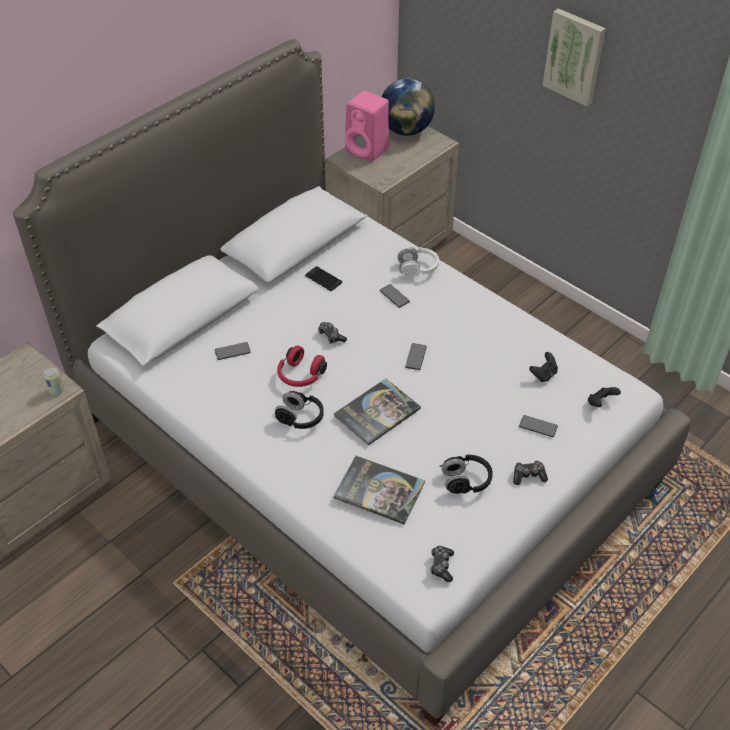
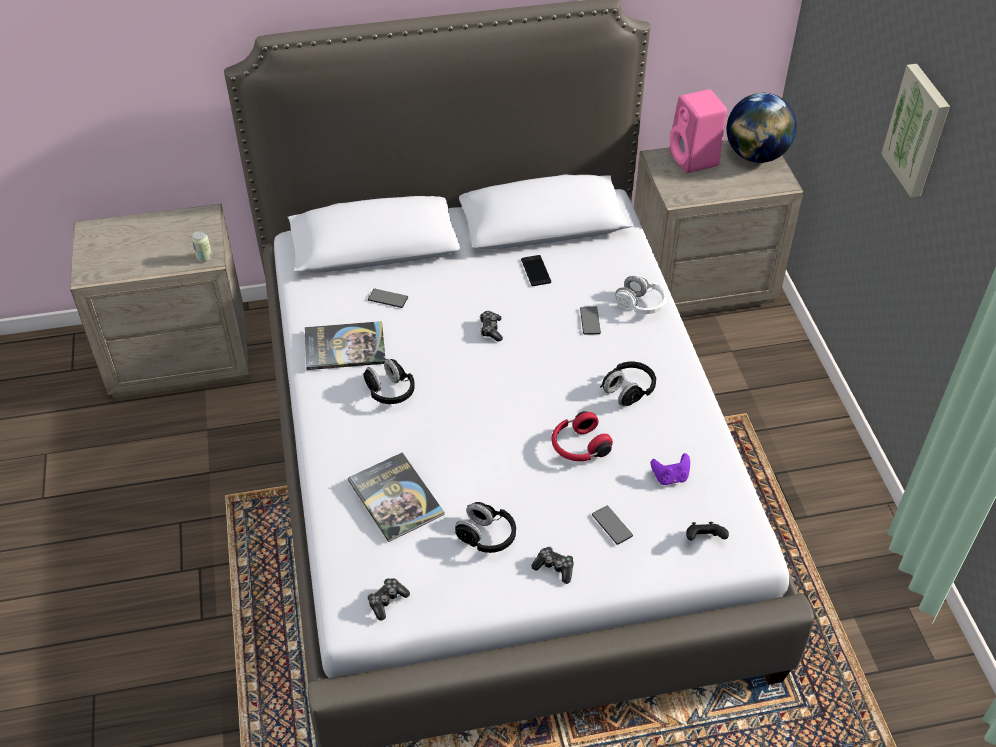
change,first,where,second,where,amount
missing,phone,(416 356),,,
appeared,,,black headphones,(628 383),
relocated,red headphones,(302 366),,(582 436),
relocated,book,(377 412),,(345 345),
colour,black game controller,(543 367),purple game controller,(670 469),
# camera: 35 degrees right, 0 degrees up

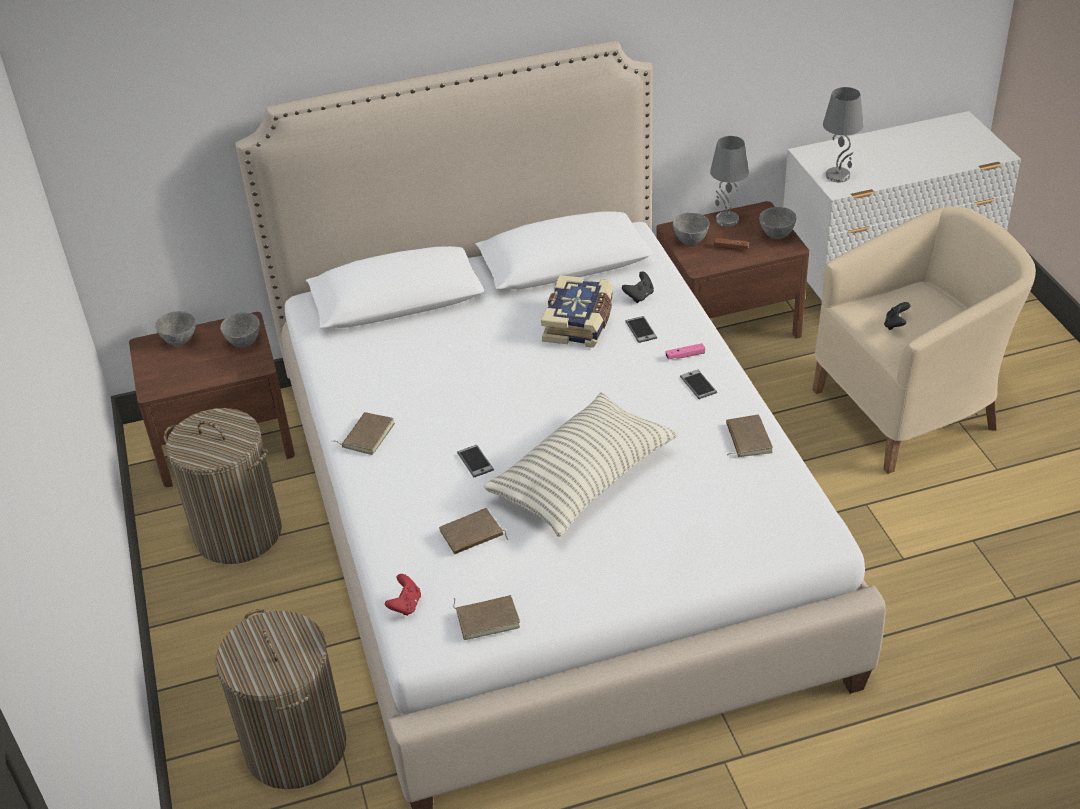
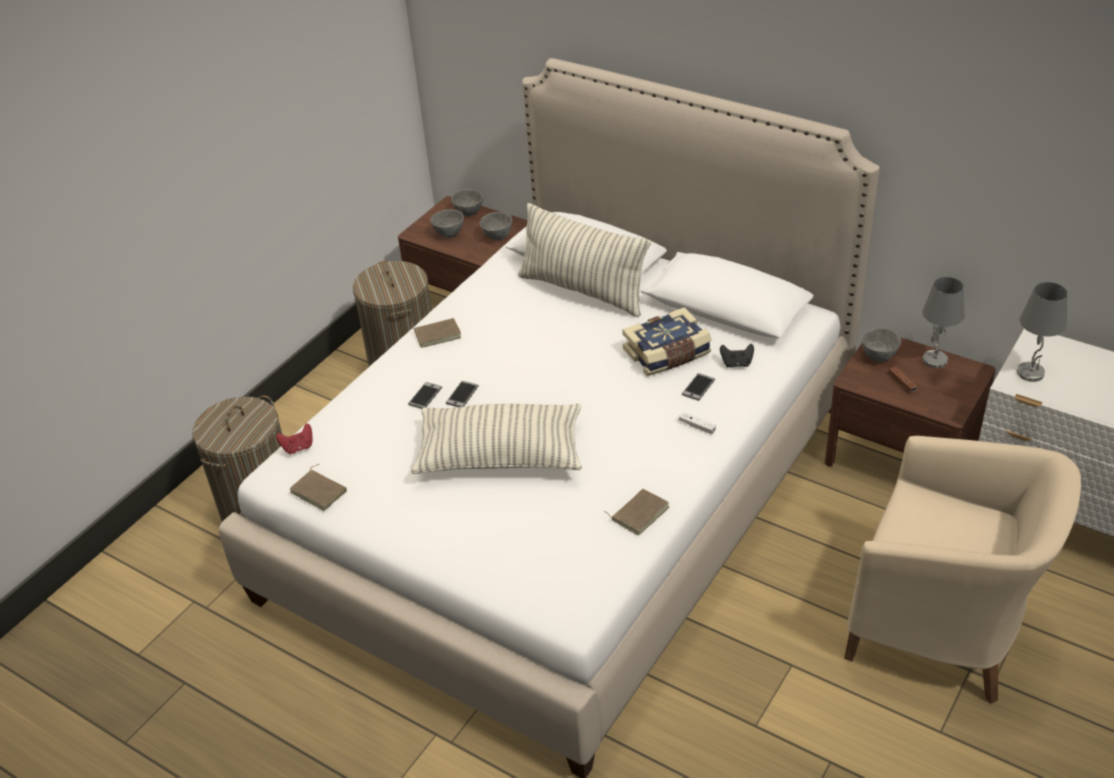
change,first,where,second,where,amount
missing,brown book,(473 531),,,
missing,black game controller,(897 316),,,
appeared,,,pillow,(584 260),
relocated,phone,(698 384),,(425 395),
relocated,grey bowl,(777 223),,(447 223),
colour,pink game controller,(685 351),white game controller,(697 423),
# camera: 50 degrees right, 0 degrees up

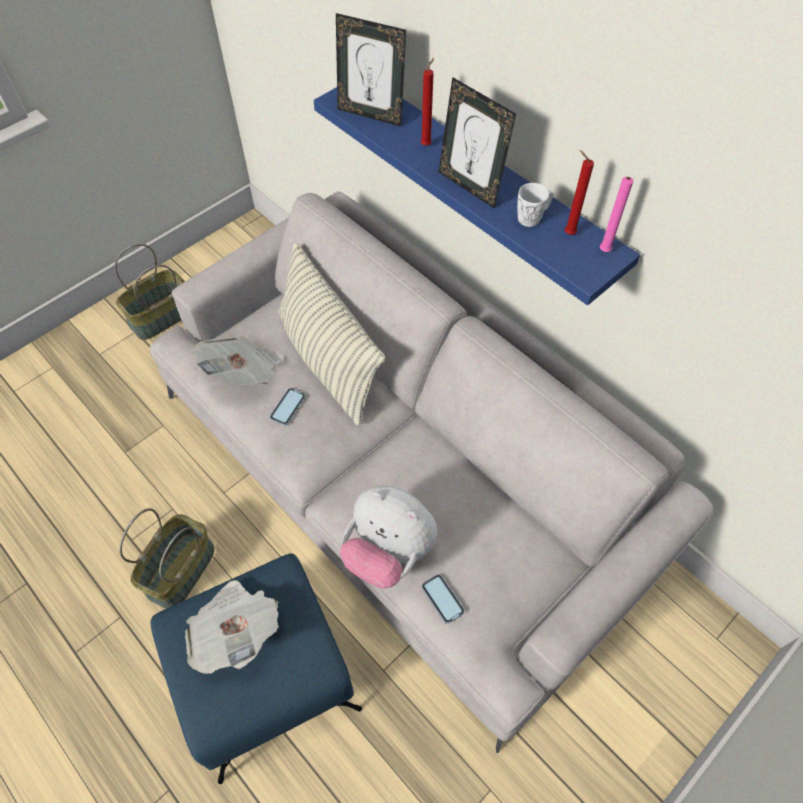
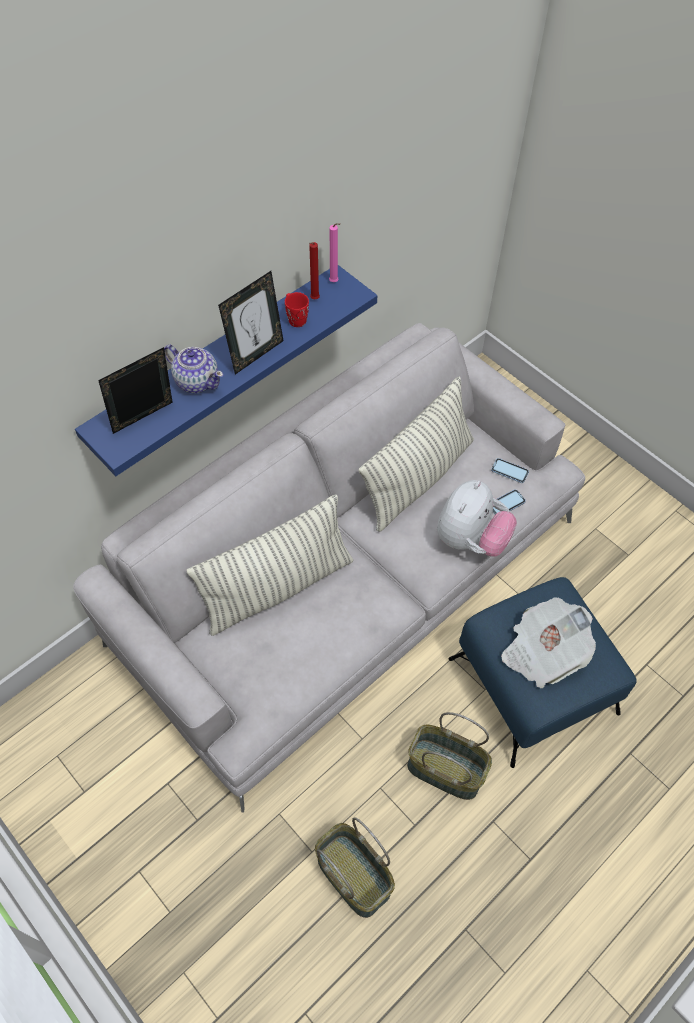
change,first,where,second,where,amount
missing,newspaper,(238 361),,,
appeared,,,pillow,(416 454),
relocated,basket,(150 292),,(355 867),
relocated,phone,(288 407),,(510 470),
exchanged,red candle,(427 102),teapot,(194 369),
colour,white mug,(535 205),red mug,(297 309),
spun,picture frame,(371 69),,(135 390),150 degrees counterclockwise
# camera: 90 degrees left, 0 degrees up

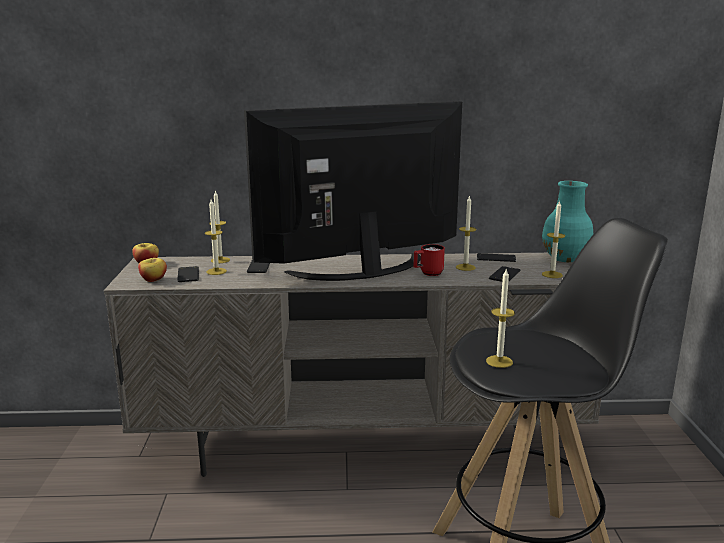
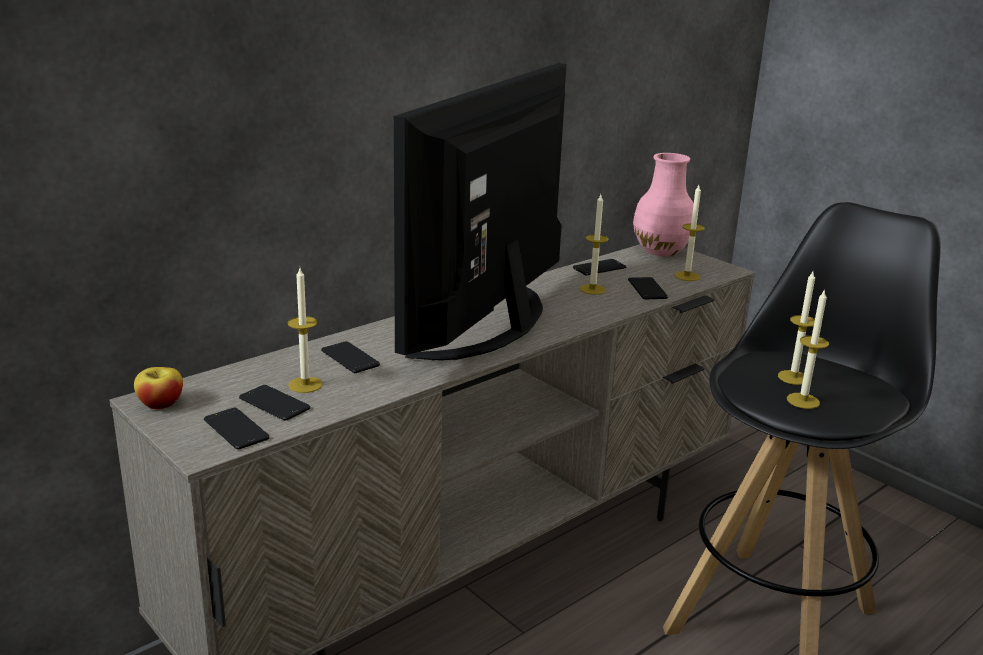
change,first,where,second,where,amount
missing,red mug,(429 260),,,
relocated,candle,(219 226),,(796 328),
exchanged,apple,(152 270),phone,(237 428),
colour,turquoise vase,(567 221),pink vase,(663 205),
# camera: 40 degrees left, 5 degrees up

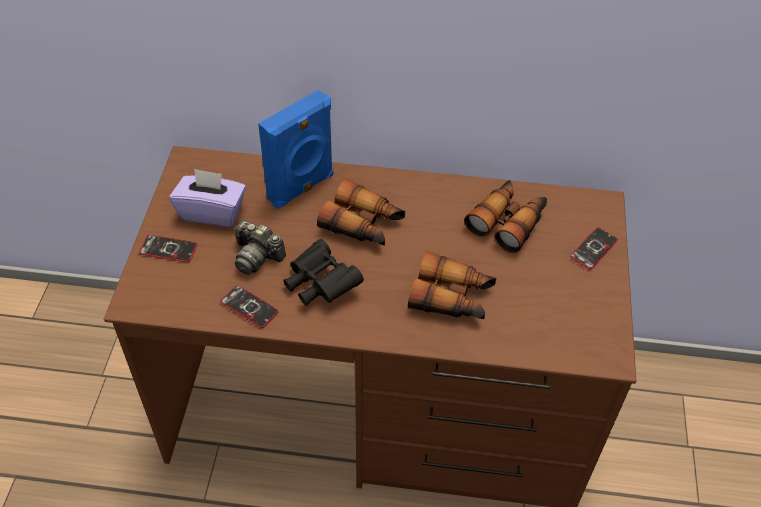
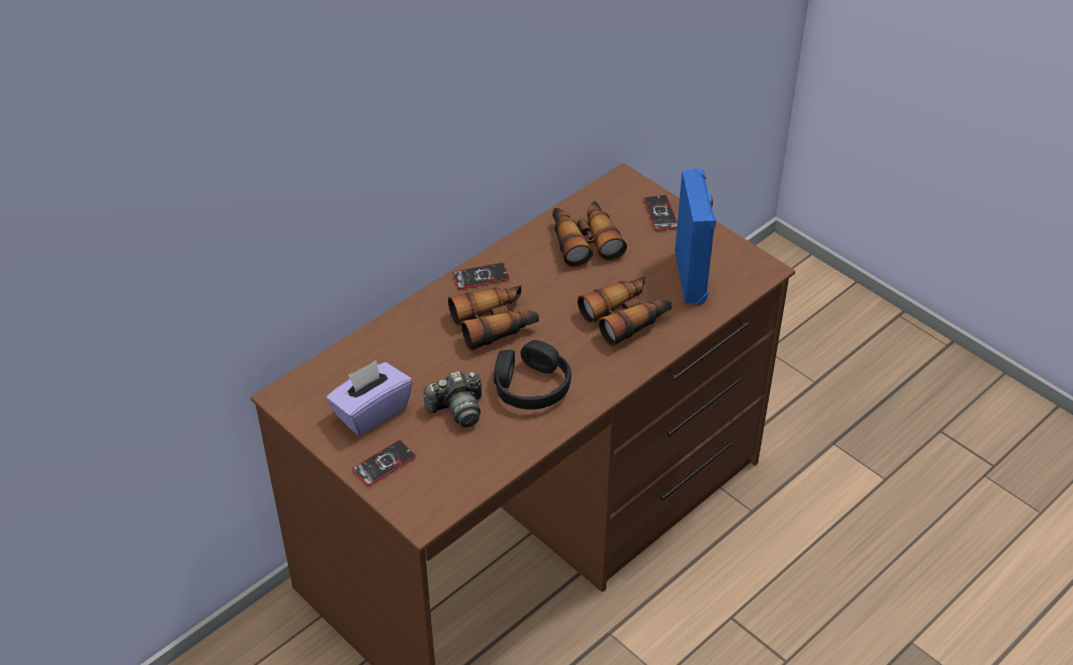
change,first,where,second,where,amount
relocated,phone,(249 306),,(481 275),
relocated,blue speaker,(295 149),,(695 236),
exchanged,black binoculars,(323 272),black headphones,(532 375),
# camera: 50 degrees left, 5 degrees down

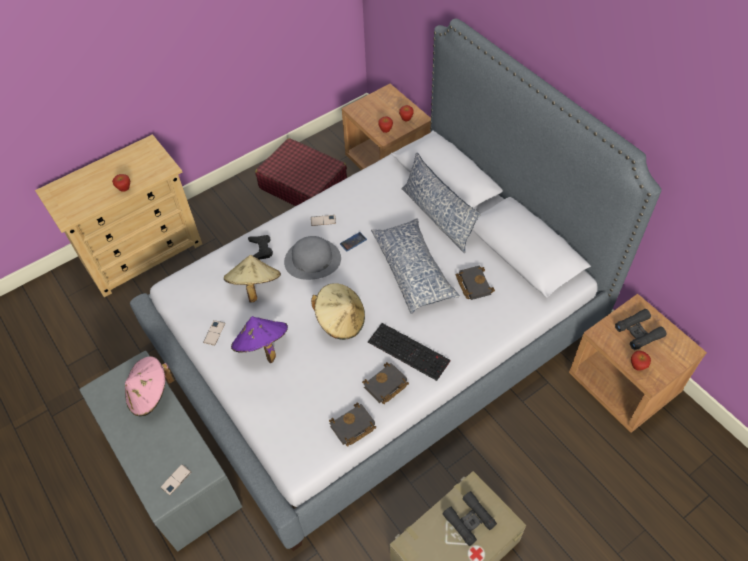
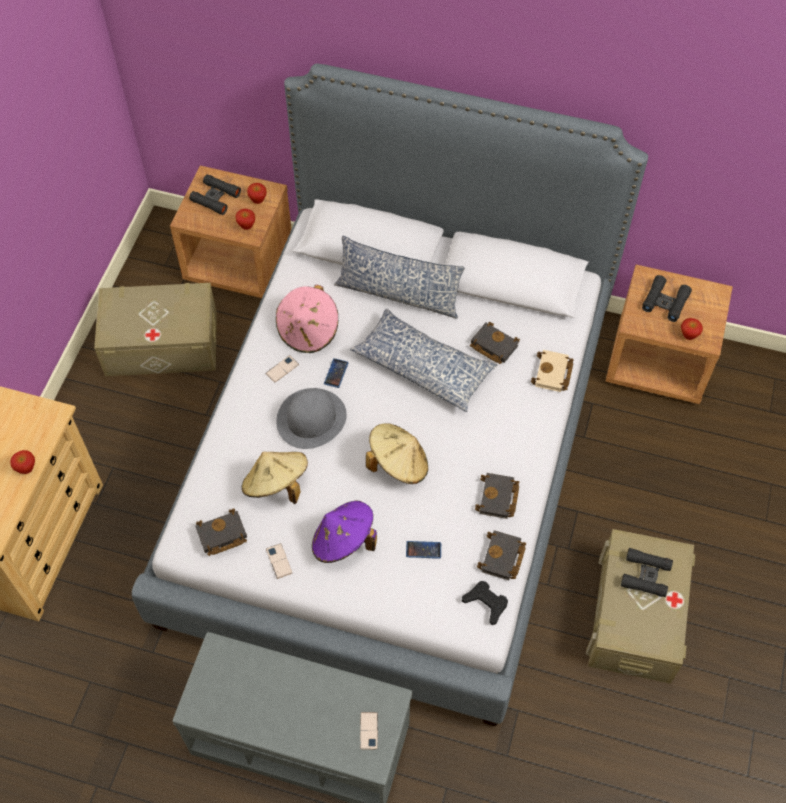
change,first,where,second,where,amount
missing,keyboard,(409 352),,,
appeared,,,black binoculars,(215 194),
appeared,,,black book,(221 532),
appeared,,,phone,(423 550),
appeared,,,beige book,(552 371),
relocated,pink hat,(150 386),,(307 318),
relocated,black game controller,(260 247),,(485 603),
exchanged,red suitcase,(301 172),beige storage box,(155 329),
# camera: 40 degrees left, 5 degrees up

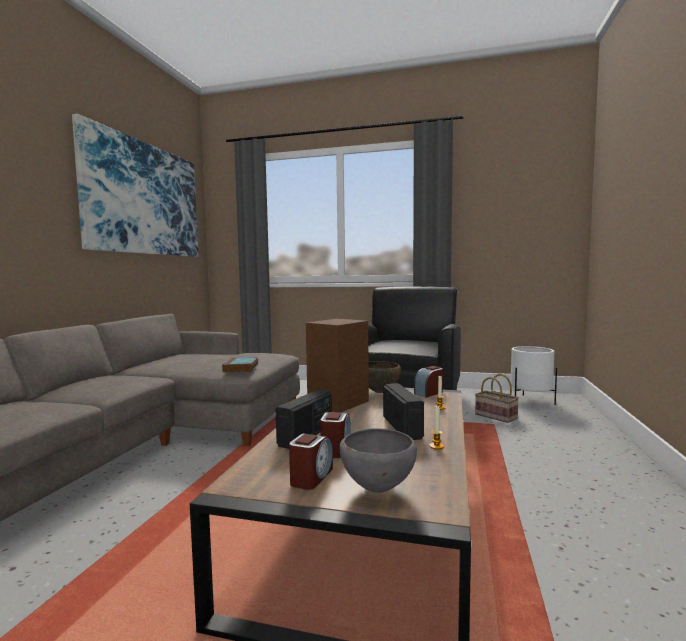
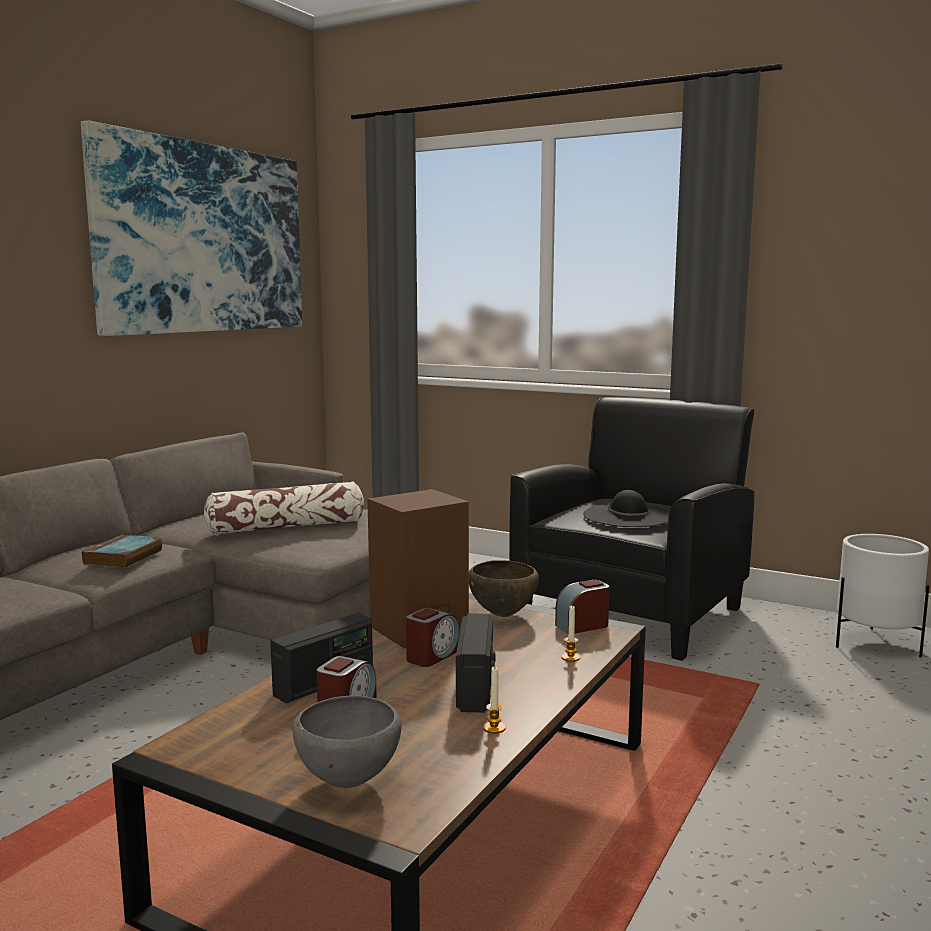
change,first,where,second,where,amount
missing,basket,(497 398),,,
appeared,,,pillow,(284 508),
appeared,,,black hat,(626 508),
relocated,book,(240 365),,(122 551),
relocated,alarm clock,(311 462),,(433 637),
# camera: 15 degrees right, 5 degrees up

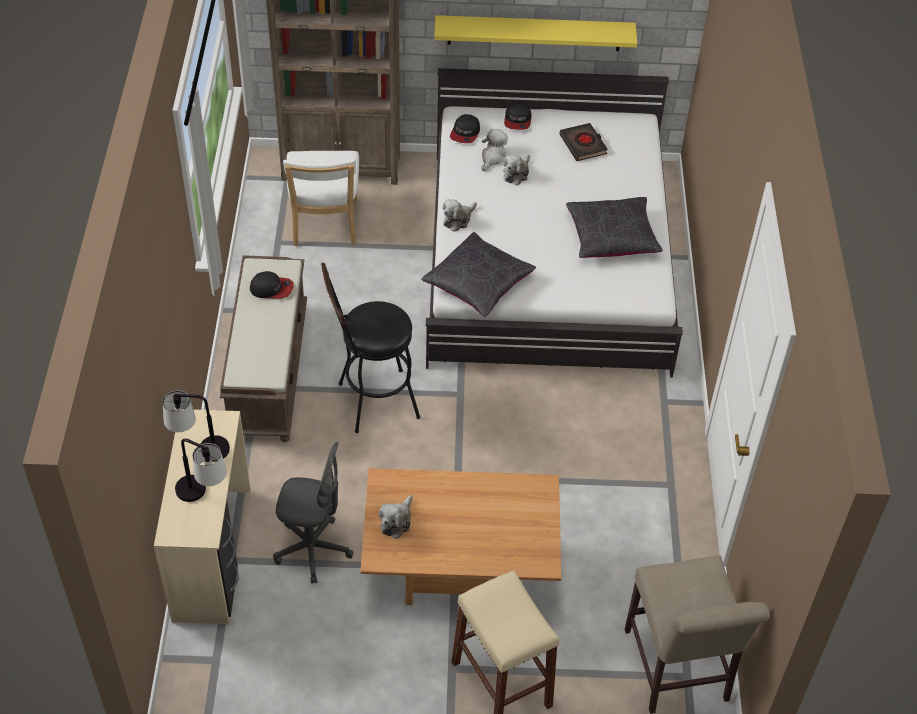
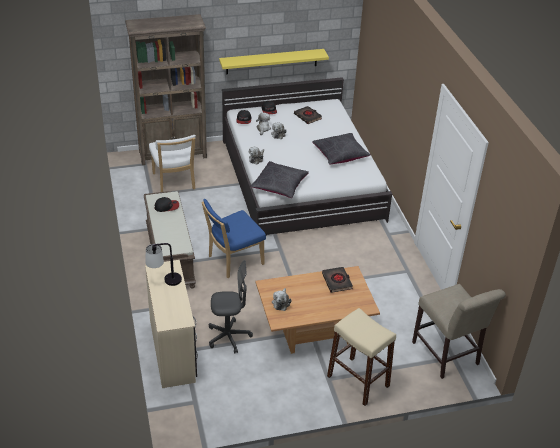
change,first,where,second,where,amount
missing,table lamp,(201 470),,,
appeared,,,black book,(337 280),
exchanged,black stool,(370 348),blue chair,(233 238),
# camera: 15 degrees left, 10 degrees down

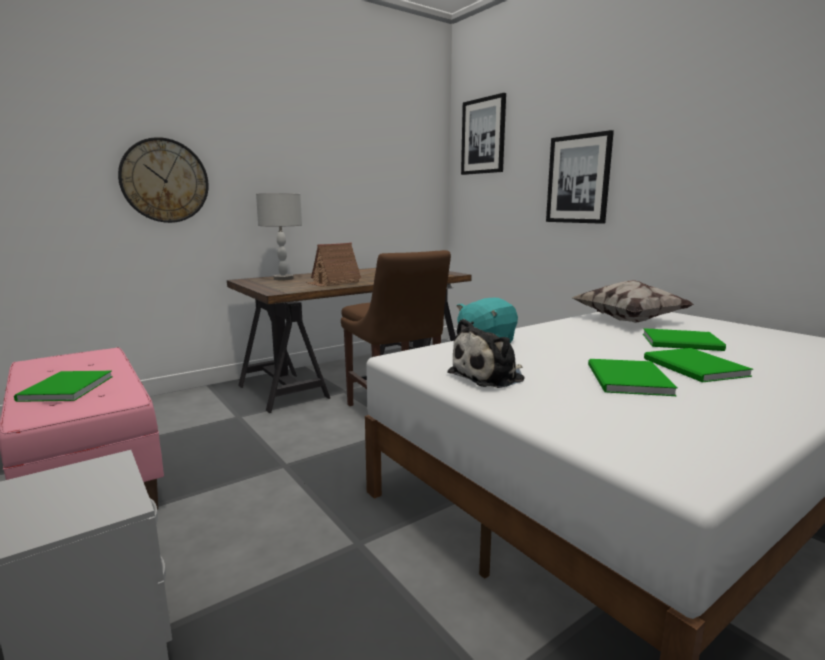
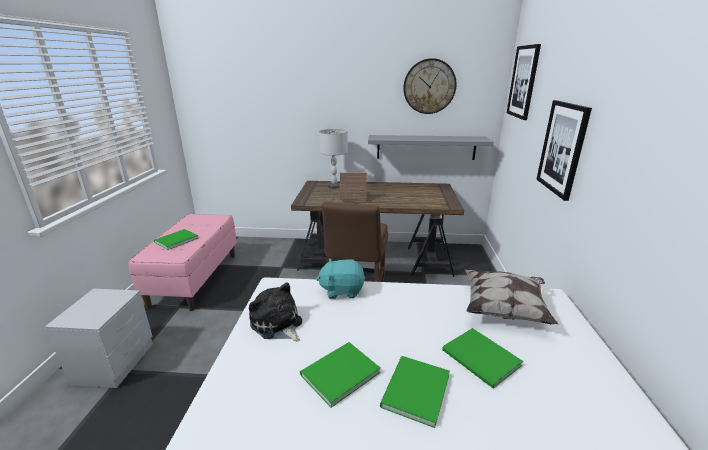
change,first,where,second,where,amount
appeared,,,grey shelf,(431 147),
relocated,wall clock,(163 180),,(430 86),
spun,plush toy,(486 353),,(275 312),45 degrees clockwise
# camera: 40 degrees right, 10 degrees up

